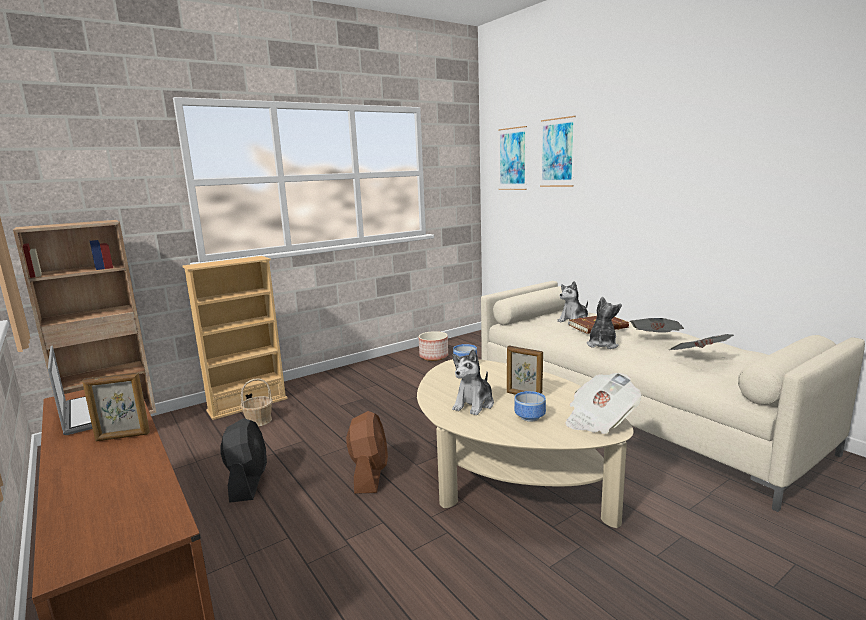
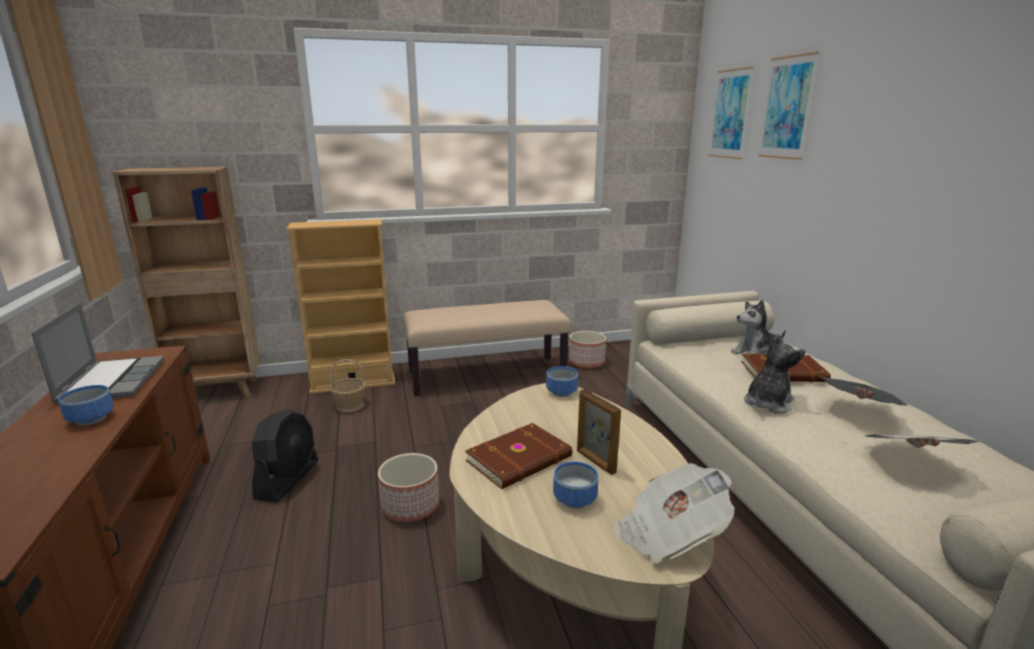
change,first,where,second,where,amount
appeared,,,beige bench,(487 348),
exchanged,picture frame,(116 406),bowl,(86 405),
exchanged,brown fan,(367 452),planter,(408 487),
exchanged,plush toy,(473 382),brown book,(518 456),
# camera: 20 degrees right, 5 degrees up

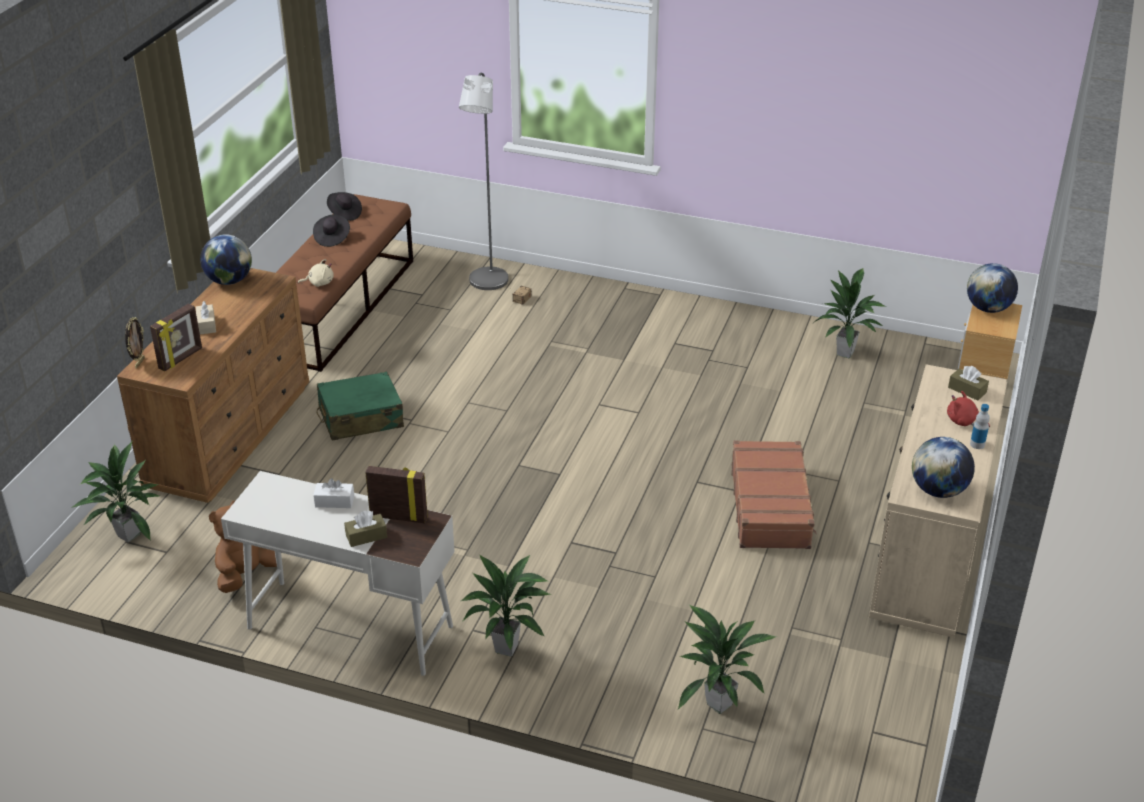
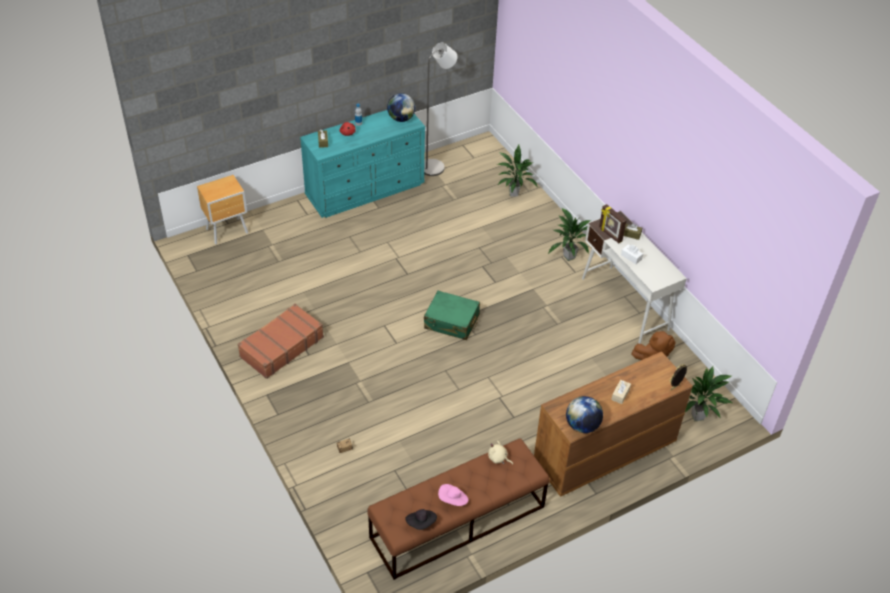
change,first,where,second,where,amount
missing,picture frame,(176 337),,,
missing,potted plant,(850 313),,,
missing,globe,(992 288),,,
relocated,green suitcase,(360 406),,(452 315),
relocated,grey floor lamp,(484 181),,(440 109),
relocated,brown suitcase,(774 494),,(281 341),
colour,black hat,(331 230),pink hat,(453 495),
colour,beige dresser,(938 501),turquoise dresser,(362 164),
# camera: 140 degrees left, 10 degrees up

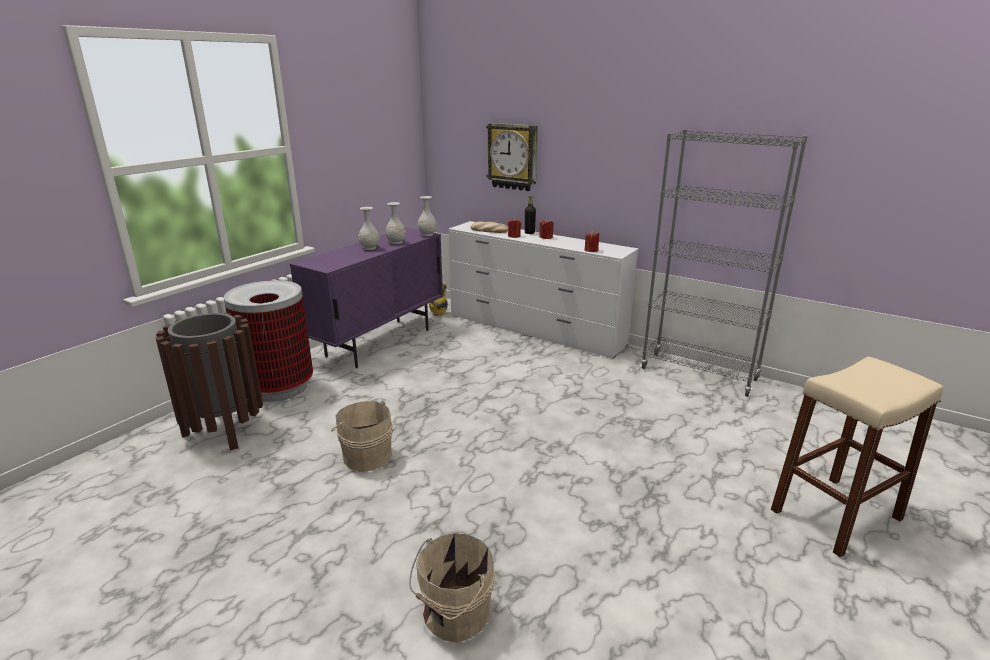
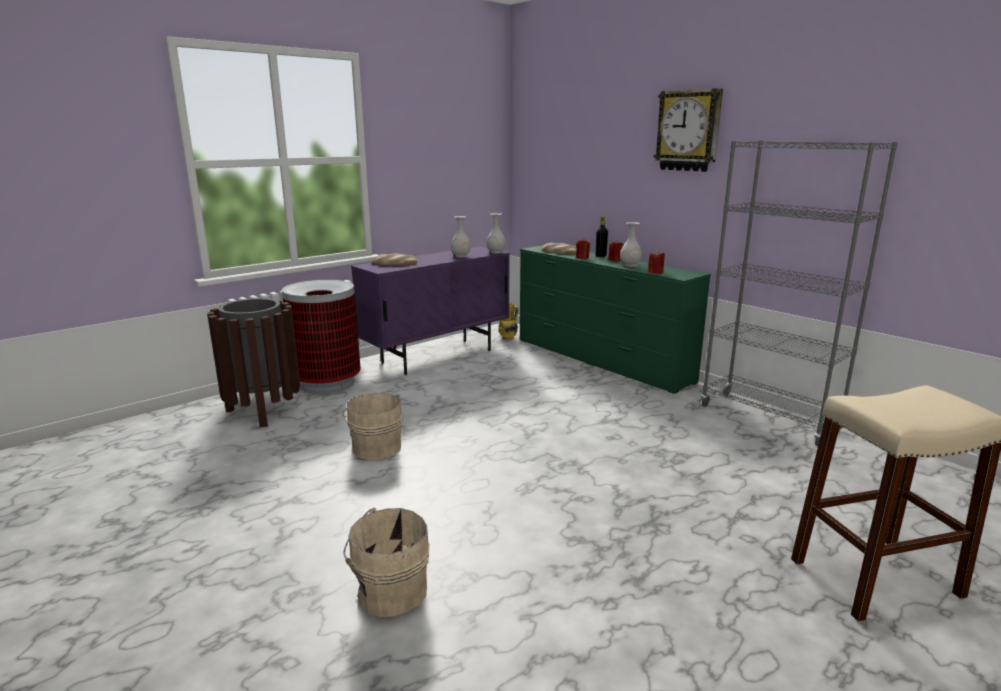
change,first,where,second,where,amount
appeared,,,bread,(395 259),
relocated,white vase,(369 228),,(631 244),
relocated,wall clock,(512 157),,(688 130),
colour,white dresser,(543 290),green dresser,(615 319),
# camera: 15 degrees right, 5 degrees down

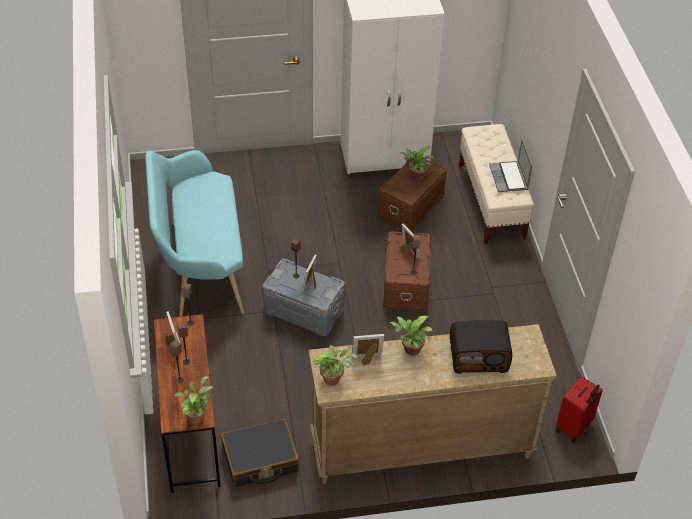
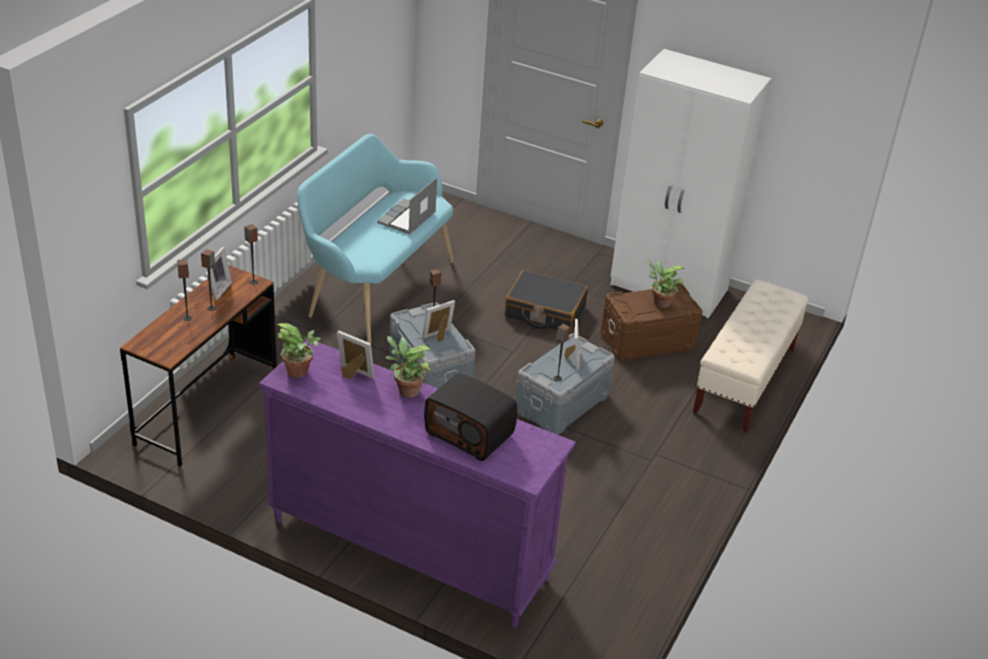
change,first,where,second,where,amount
missing,potted plant,(193 400),,,
missing,red suitcase,(579 410),,,
relocated,black suitcase,(260 453),,(546 302),
relocated,laptop,(510 165),,(407 205),
colour,beige dresser,(432 404),purple dresser,(417 483),
colour,brown storage box,(407 271),grey storage box,(565 384),
# camera: 35 degrees right, 10 degrees down

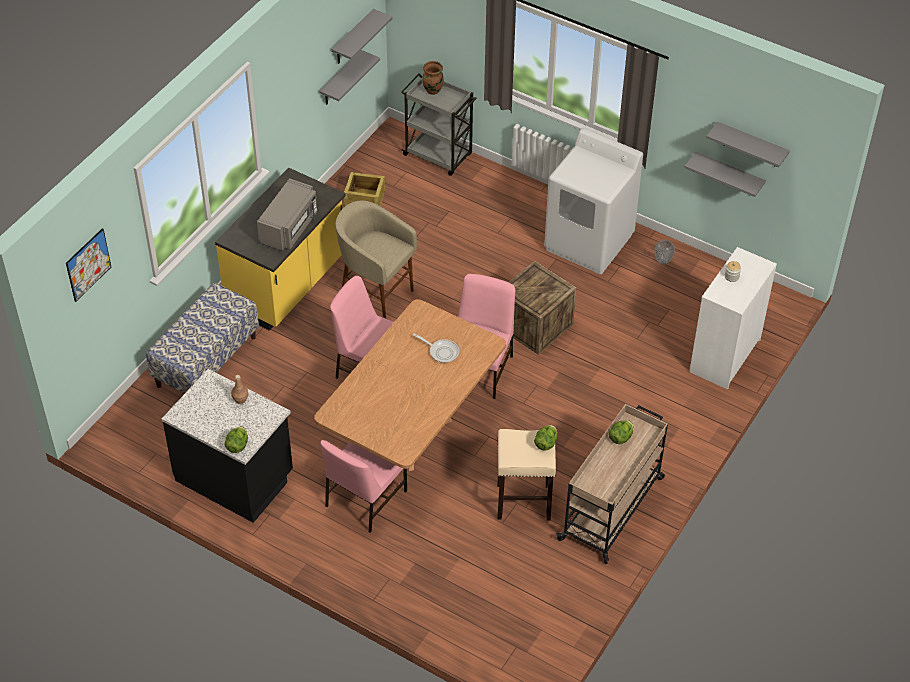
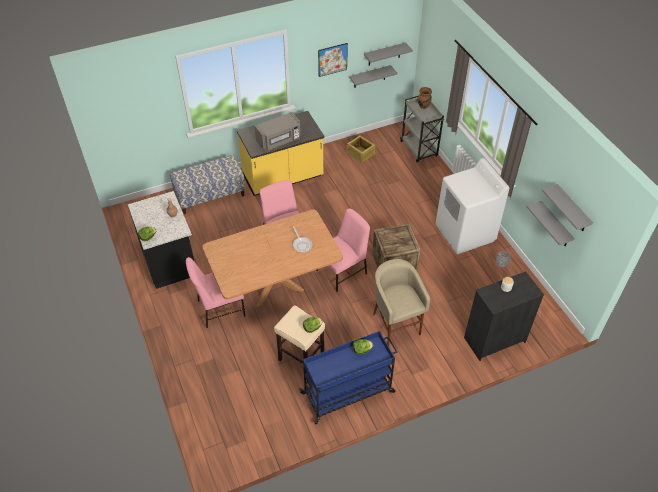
change,first,where,second,where,amount
relocated,picture,(88 265),,(333 60),
relocated,beige stool,(376 259),,(401 302),
colour,beige cart,(612 484),blue cart,(348 377),
colour,white dresser,(733 318),black dresser,(504 316),
# camera: 35 degrees right, 0 degrees up

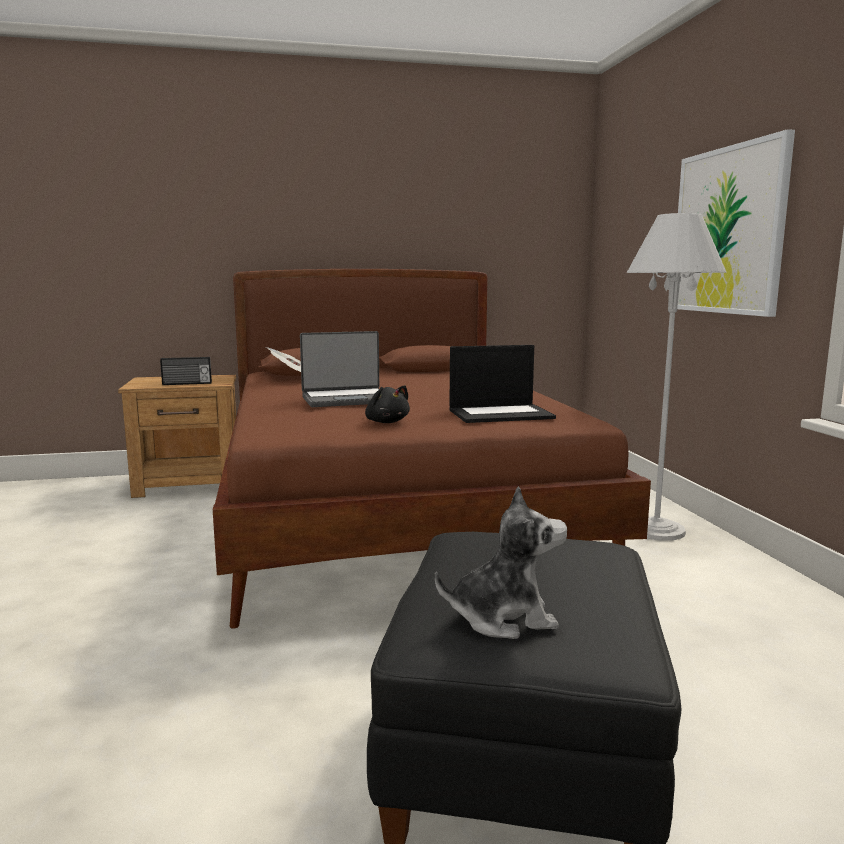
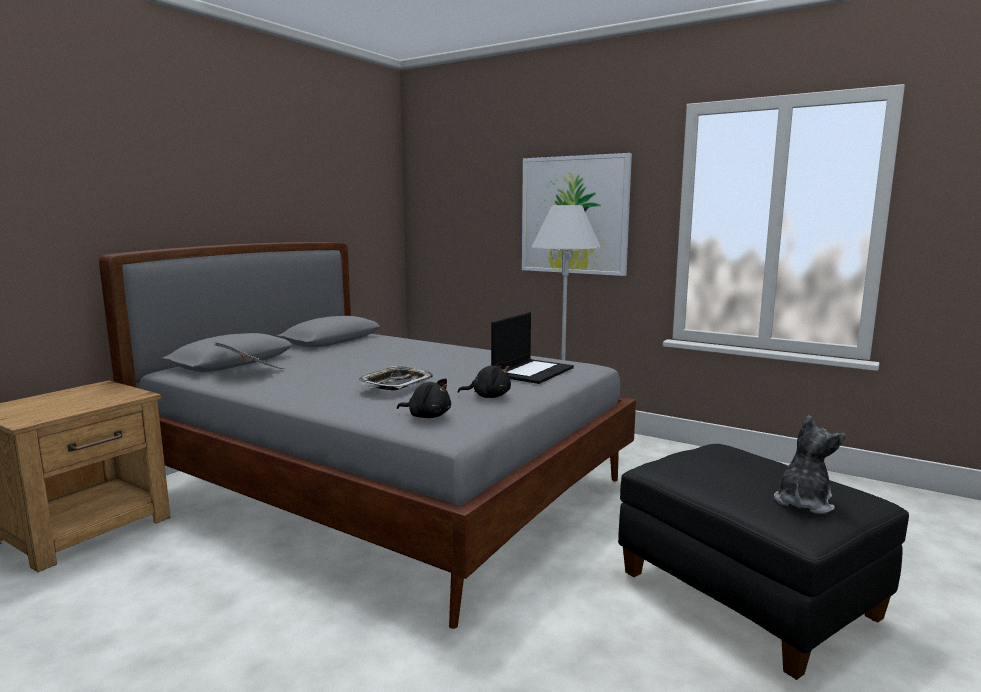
change,first,where,second,where,amount
missing,radio,(186 371),,,
appeared,,,black plush toy,(424 398),
exchanged,laptop,(339 369),tray,(396 378),
colour,brown bed,(432 449),grey bed,(367 435),
# camera: 45 degrees left, 0 degrees up

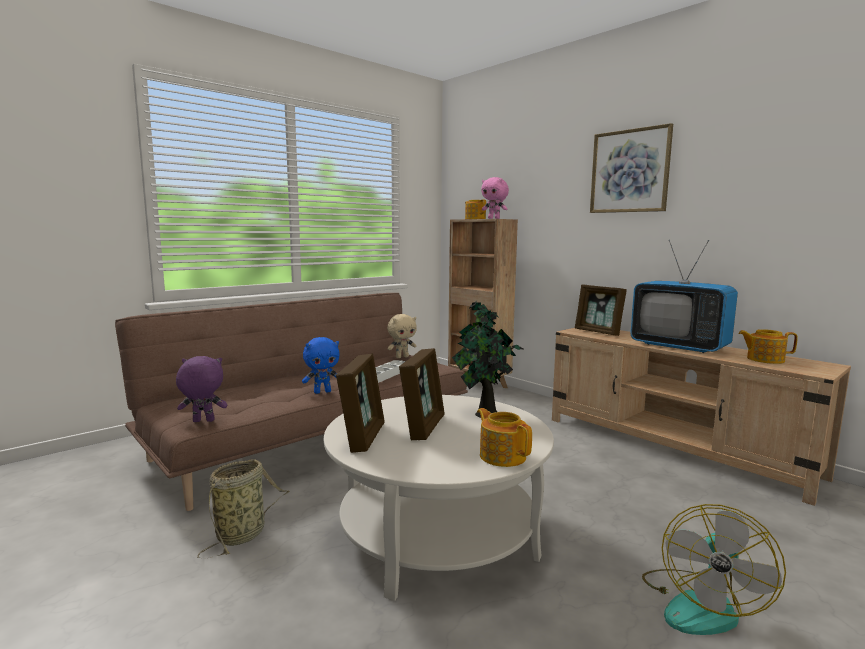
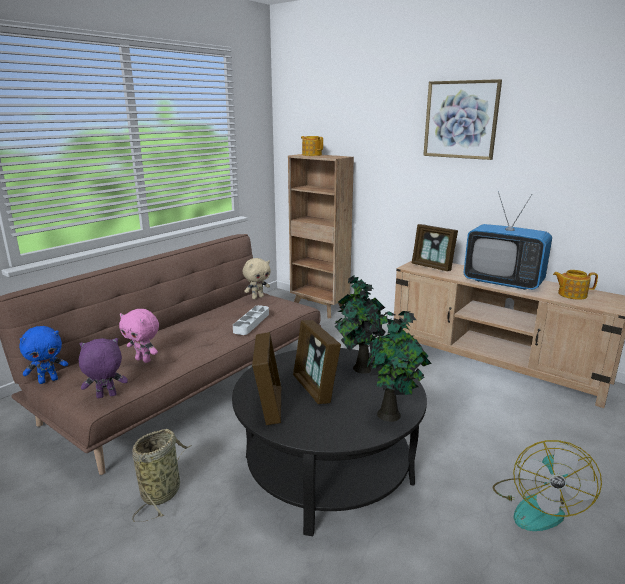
change,first,where,second,where,amount
relocated,blue plush toy,(320 365),,(43 355),
relocated,pink plush toy,(495 198),,(139 336),
exchanged,teapot,(504 437),potted plant,(396 366),
colour,white coffee table,(439 498),black coffee table,(329 442),
spun,picture frame,(422 394),,(317 362),150 degrees clockwise
# camera: 10 degrees left, 10 degrees up

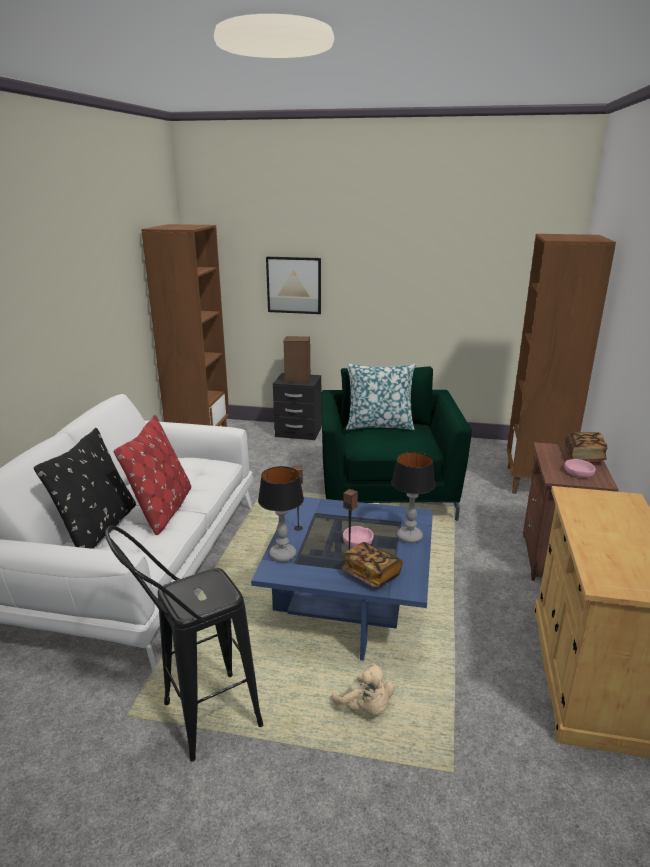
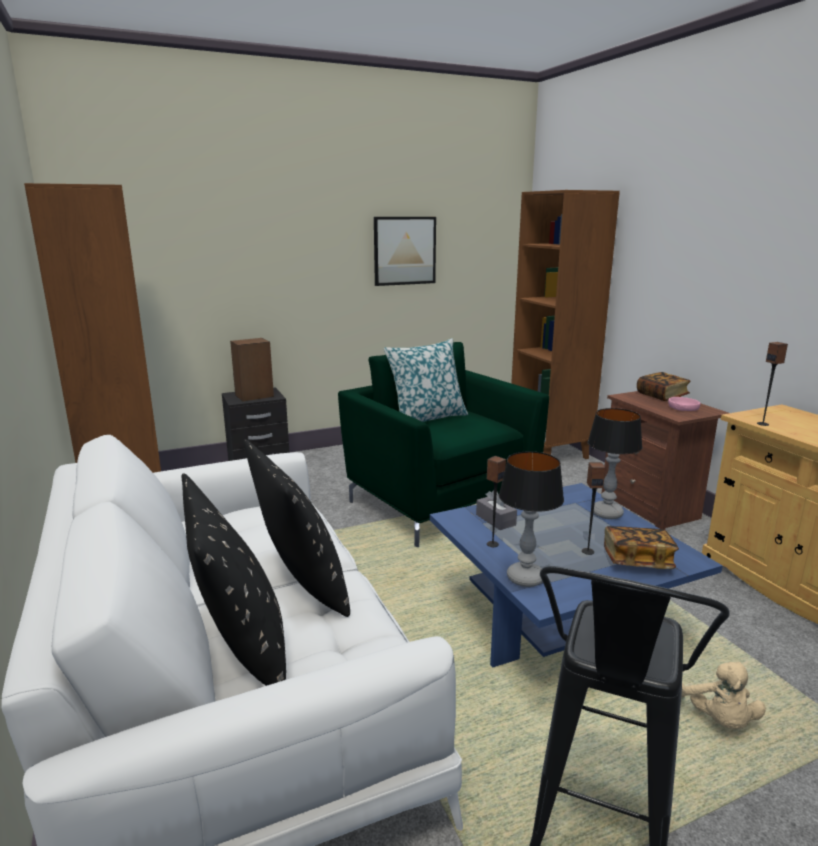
change,first,where,second,where,amount
missing,pink bowl,(358 537),,,
appeared,,,grey tissue box,(496 510),
appeared,,,speaker,(772 384),
relocated,picture,(293 285),,(405 251),
colour,red pillow,(152 475),black pillow,(296 528),
spun,beige plush toy,(363 689),,(723 695),75 degrees clockwise
# camera: 35 degrees left, 5 degrees down

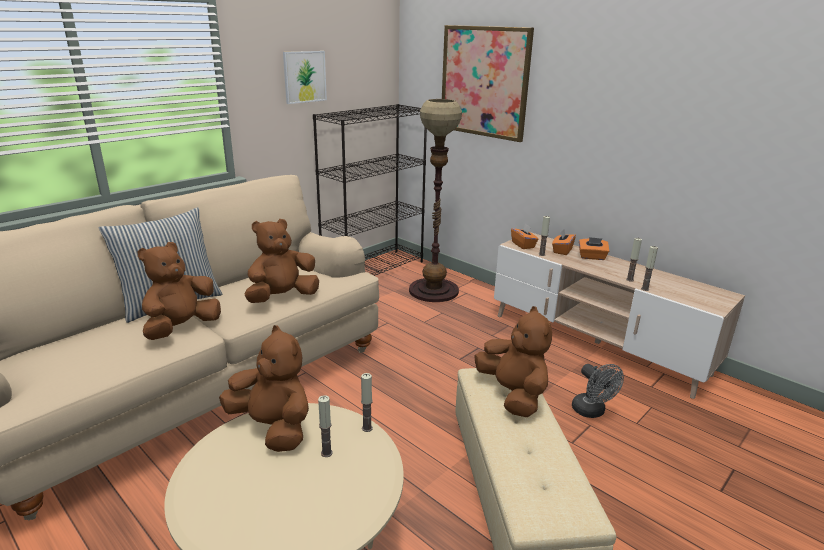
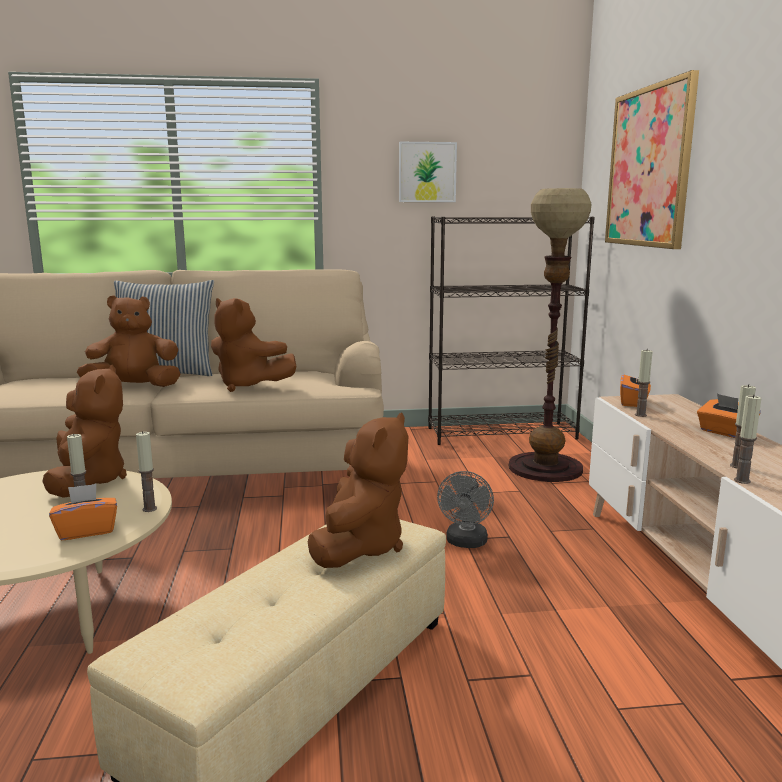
change,first,where,second,where,amount
relocated,orange tissue box,(564 242),,(83 512),
relocated,grey fan,(598 391),,(465 509),
spun,brown plush toy,(282 261),,(253 345),150 degrees counterclockwise
# camera: 40 degrees right, 10 degrees down

